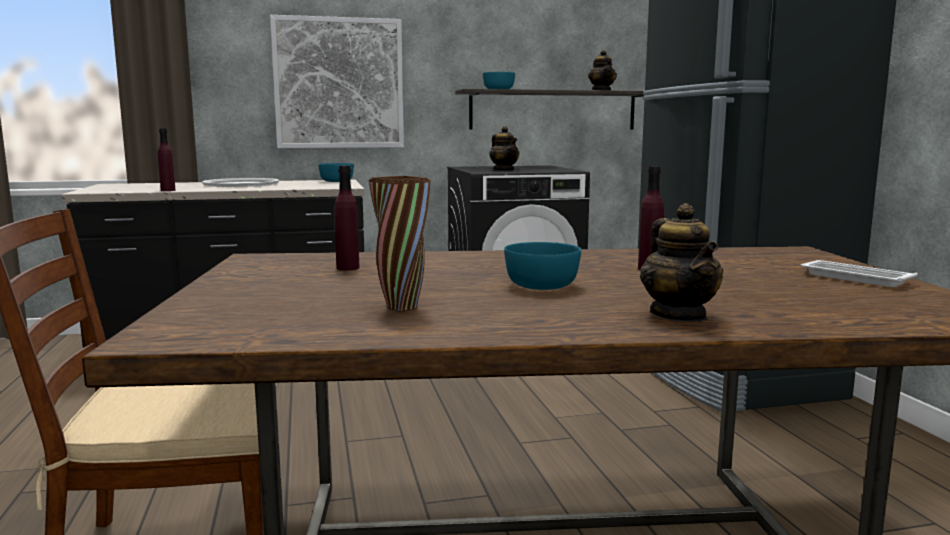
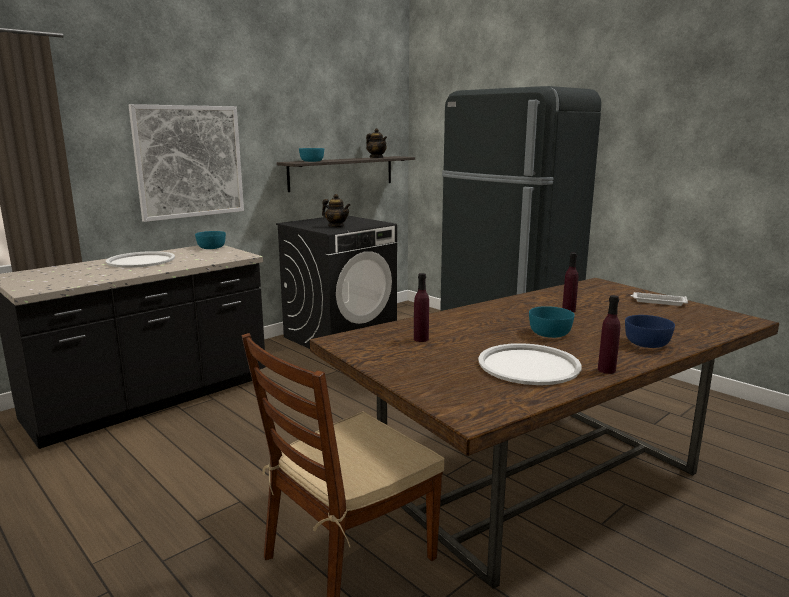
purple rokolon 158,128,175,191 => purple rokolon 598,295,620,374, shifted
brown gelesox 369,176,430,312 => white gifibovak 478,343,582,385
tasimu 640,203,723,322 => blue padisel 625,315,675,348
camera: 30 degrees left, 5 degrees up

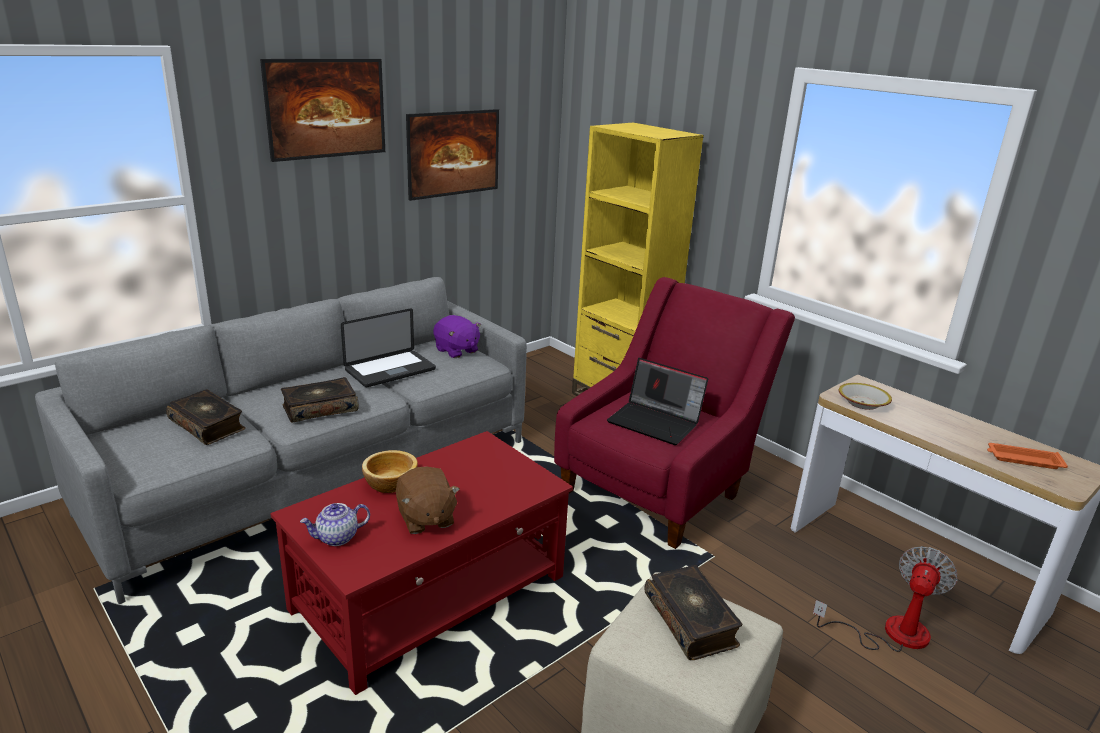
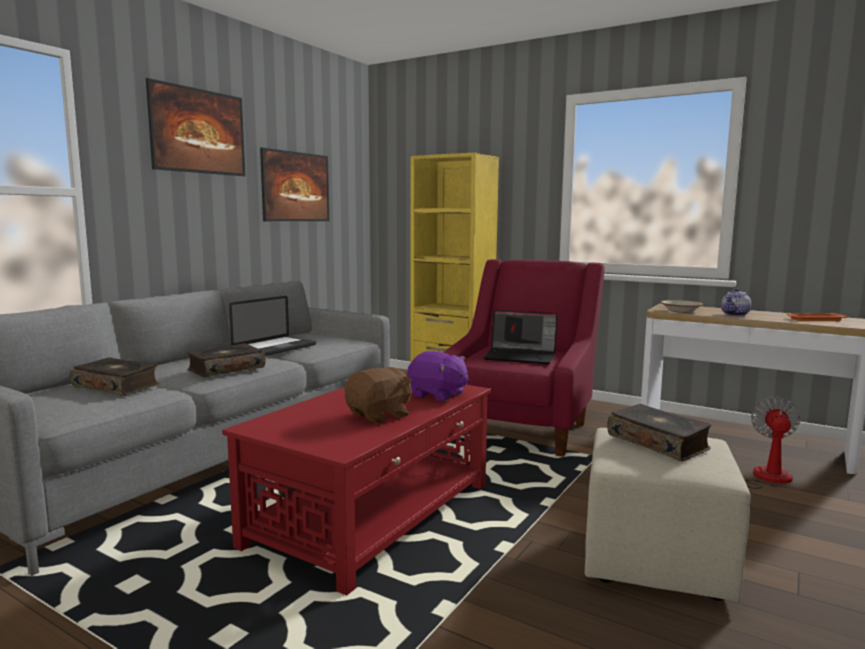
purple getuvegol 433,315,481,358 => purple getuvegol 407,351,469,402, shifted
padisel 362,450,418,493 => nothing
brown getuvegol 395,467,460,534 => brown getuvegol 344,367,412,424, 90 degrees counterclockwise
tasimu 300,503,370,546 => tasimu 721,288,751,316, shifted
camera: 15 degrees left, 15 degrees down

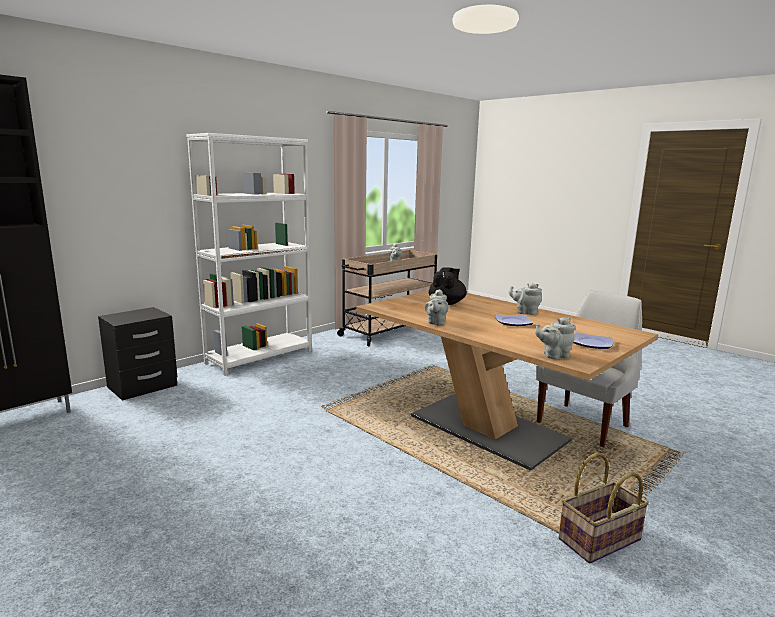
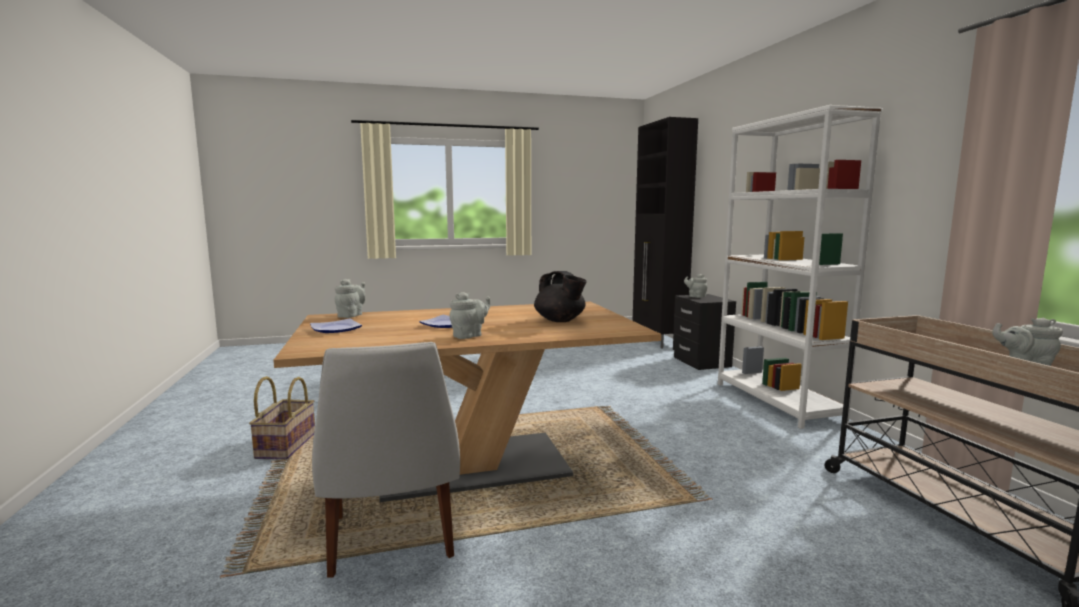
grey tasimu 425,289,449,326 => grey tasimu 684,274,707,298, shifted
camera: 120 degrees right, 5 degrees down

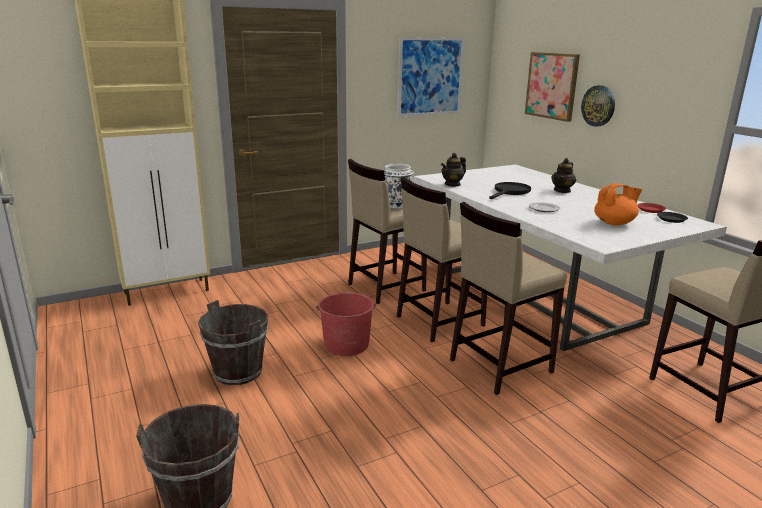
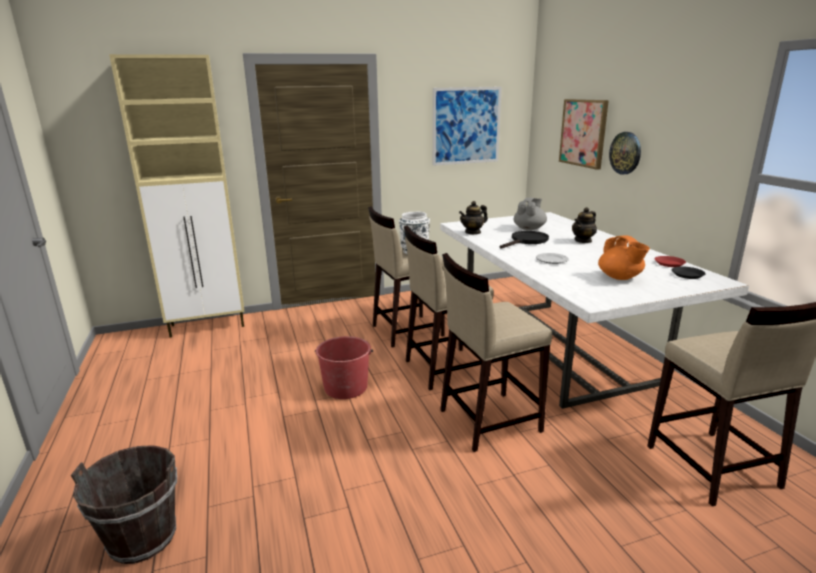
orange tasimu 594,183,642,225 => orange tasimu 598,236,650,280, 75 degrees clockwise
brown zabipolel 198,300,269,385 => nothing
nothing => grey tasimu 514,198,547,230
camera: 10 degrees right, 0 degrees up

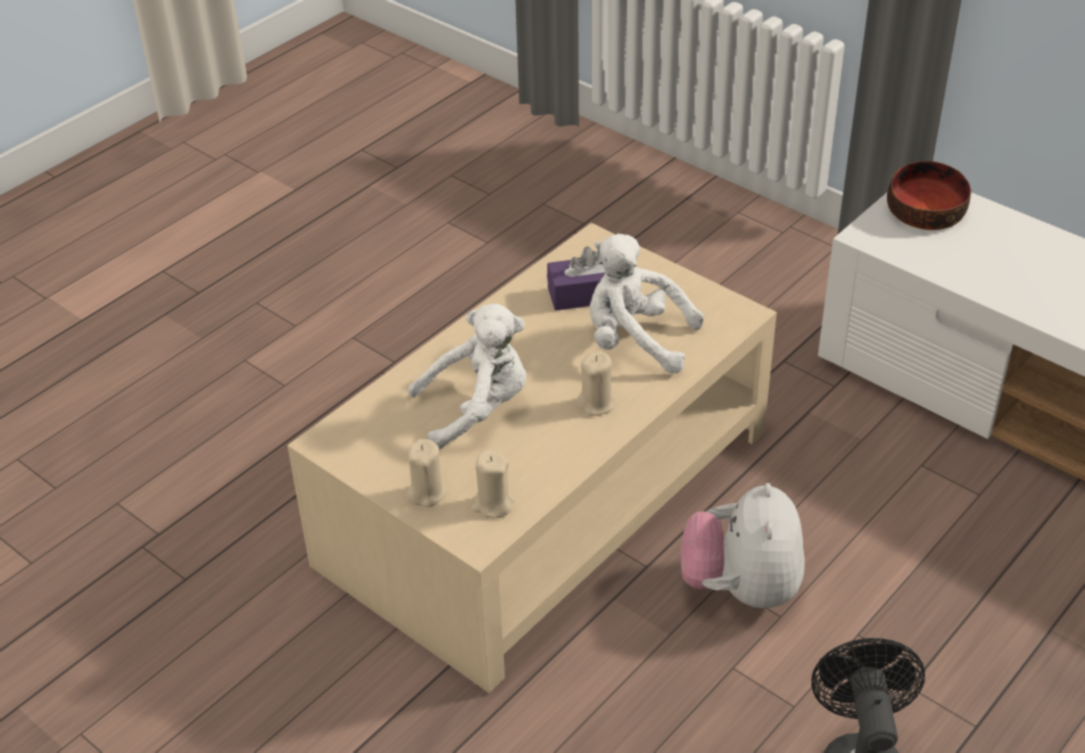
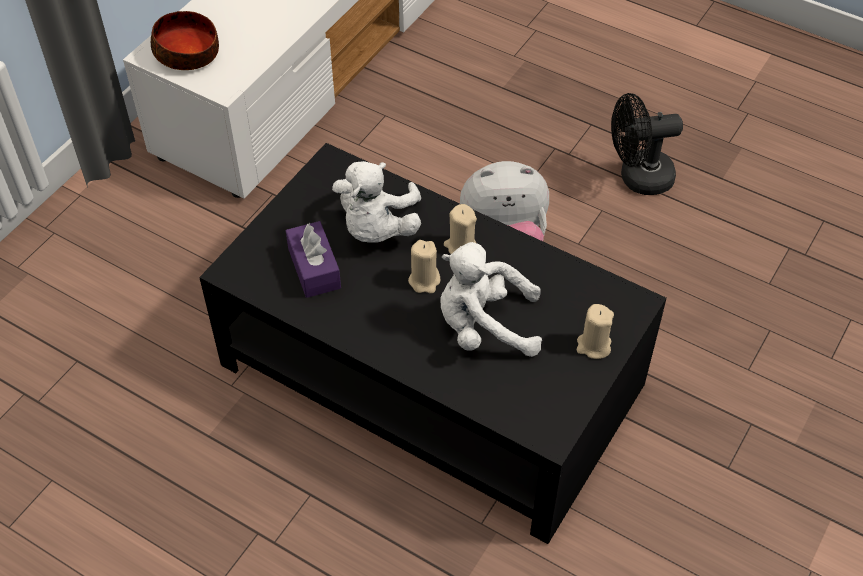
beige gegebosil 287,223,777,693 => black gegebosil 199,143,667,544
white getuvegol 408,304,527,450 => white getuvegol 440,242,542,357, 60 degrees counterclockwise
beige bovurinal 472,450,515,518 => beige bovurinal 408,240,440,294, shifted
camera: 100 degrees left, 10 degrees up

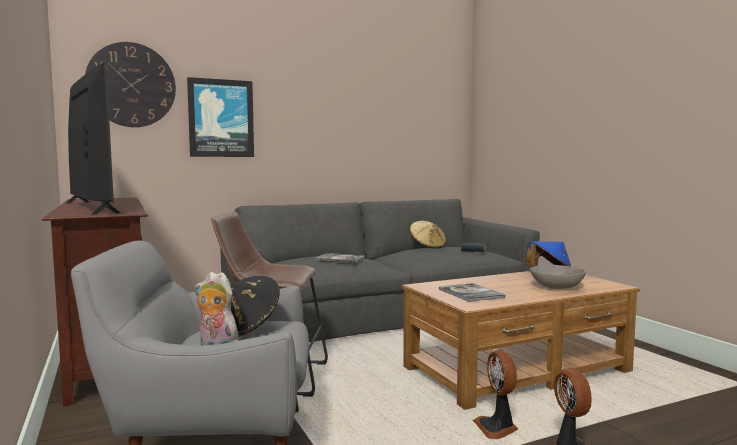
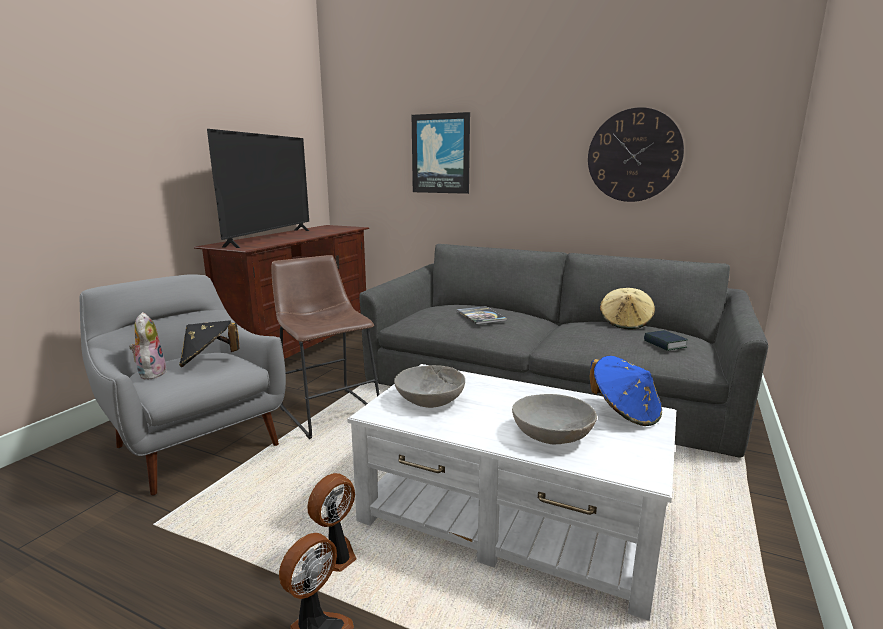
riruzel 85,42,176,127 => riruzel 588,107,684,202, shifted
brown gegebosil 402,271,640,410 => white gegebosil 347,364,676,621
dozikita 439,283,505,302 => grey padisel 394,365,465,408
camera: 50 degrees right, 10 degrees up

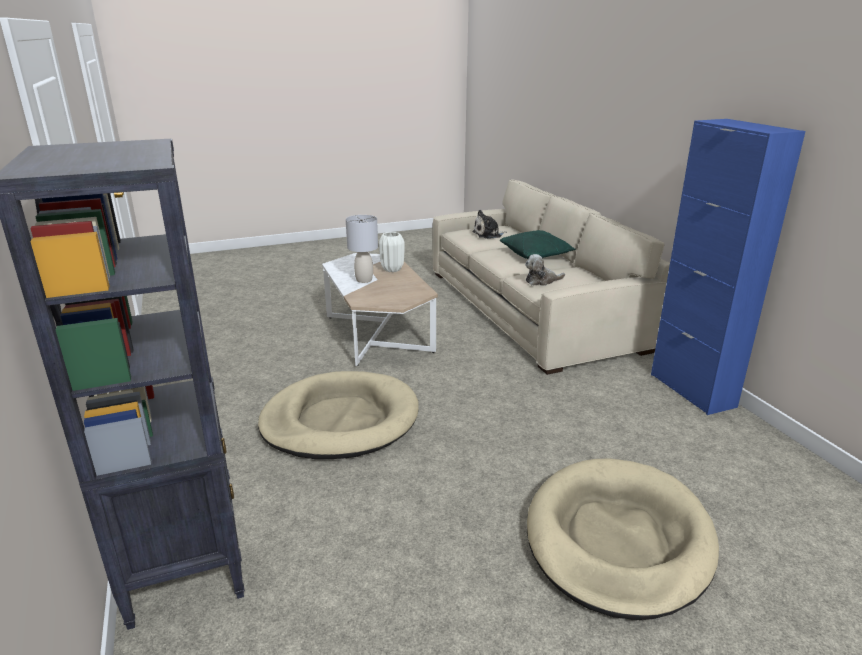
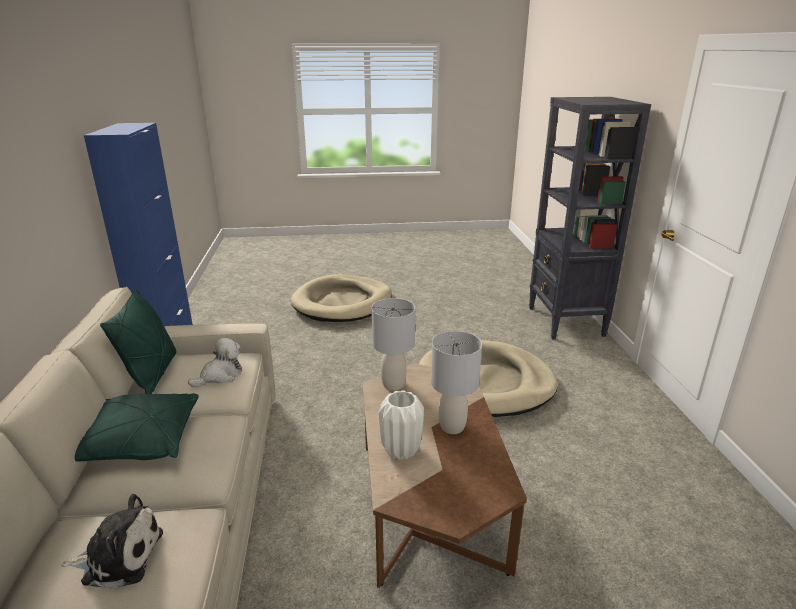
white gegebosil 322,253,438,366 => brown gegebosil 363,363,527,588
getuvegol 525,254,565,286 => getuvegol 188,337,242,387, 45 degrees counterclockwise
nothing => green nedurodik 100,289,177,394
nothing => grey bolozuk 371,298,415,390
camera: 165 degrees left, 0 degrees up

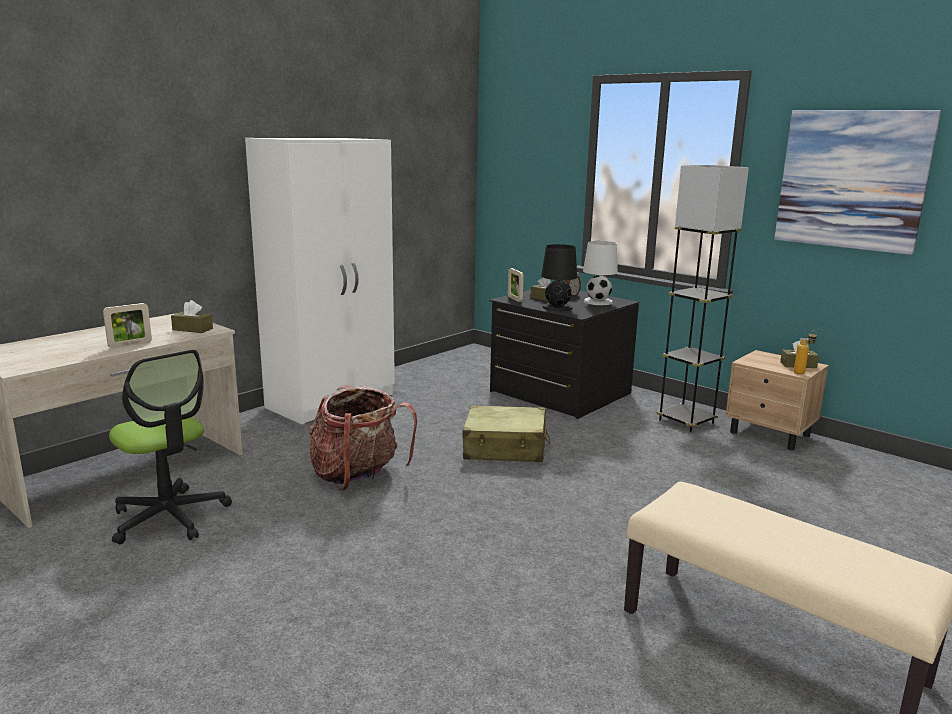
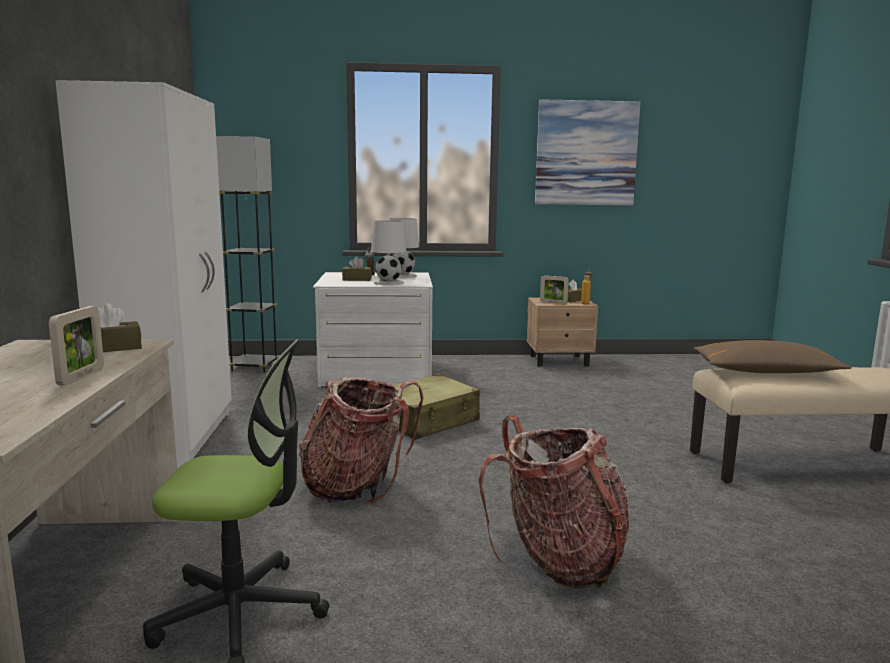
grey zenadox 656,165,749,432 => grey zenadox 216,136,279,373, shifted
black bolozuk 541,244,577,311 => white bolozuk 371,220,406,285
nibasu 508,268,524,302 => nibasu 540,275,569,304, shifted
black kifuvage 489,290,639,419 => white kifuvage 313,272,433,387
nothing => brown nedurodik 694,340,852,373
nothing => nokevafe 479,415,629,589
camera: 45 degrees left, 5 degrees down

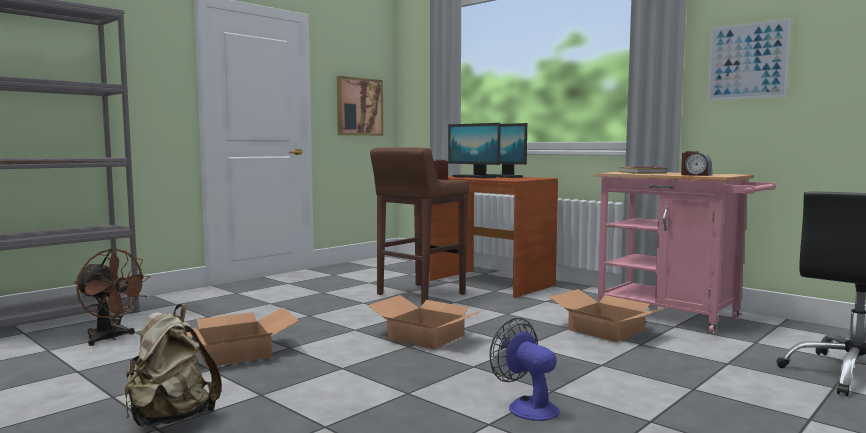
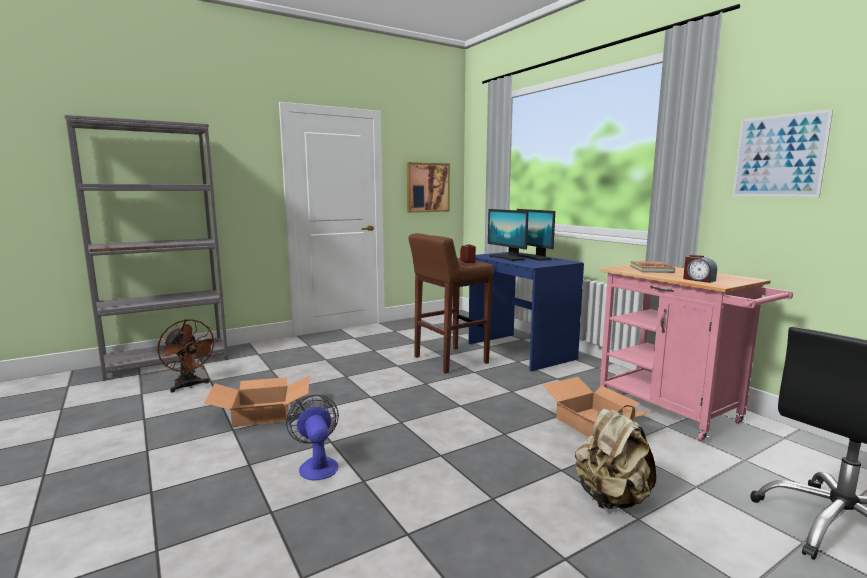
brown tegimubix 429,176,558,298 => blue tegimubix 468,252,584,371
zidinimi 367,295,486,350 => nothing
beige nokevafe 125,304,222,427 => beige nokevafe 575,405,656,509, shifted
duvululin 490,318,560,421 => duvululin 286,395,339,480, shifted
camera: 15 degrees right, 5 degrees up

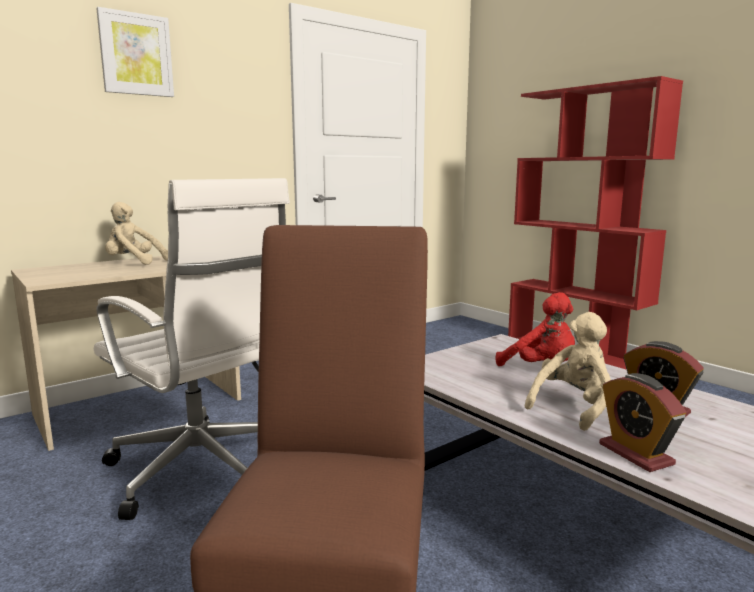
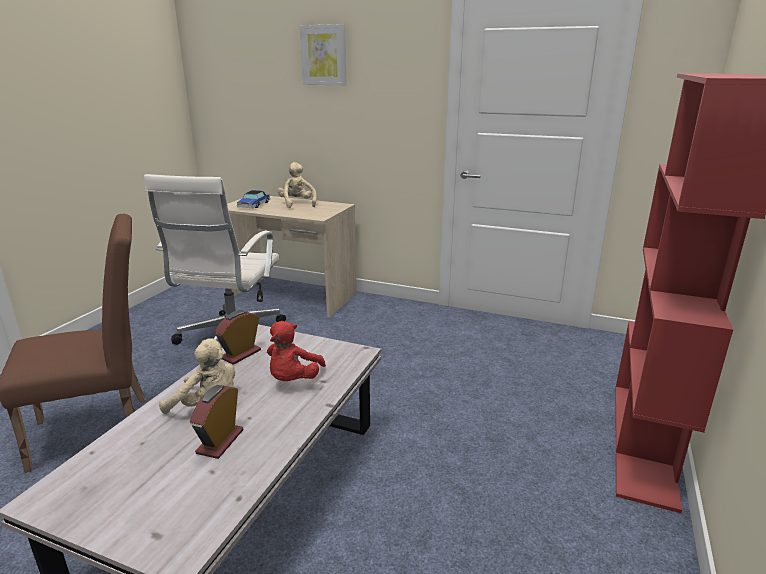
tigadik 599,373,686,472 => tigadik 215,310,261,365, shifted
nothing => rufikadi 237,190,270,208
camera: 60 degrees right, 10 degrees up

